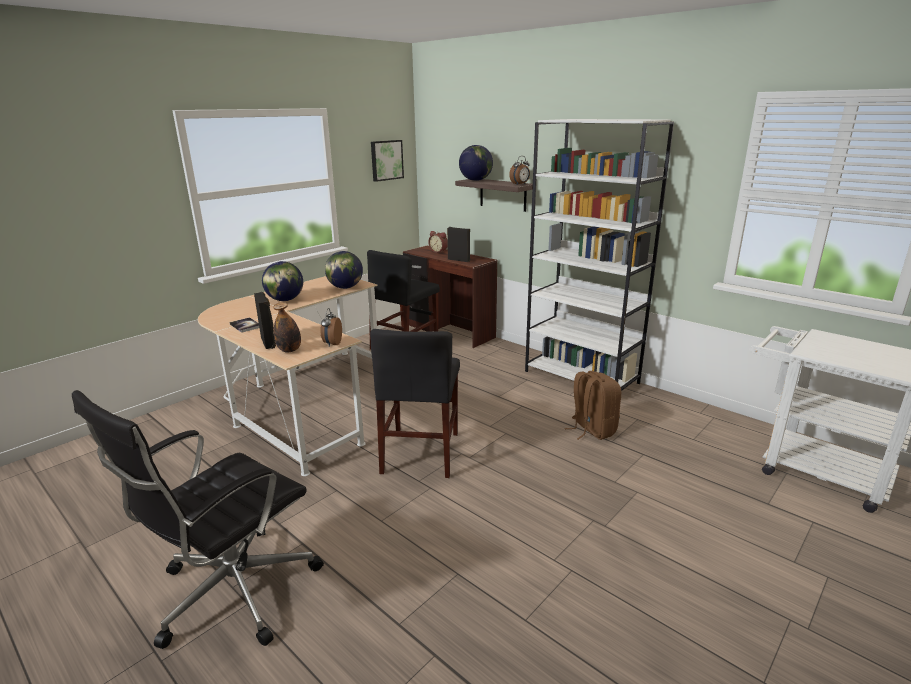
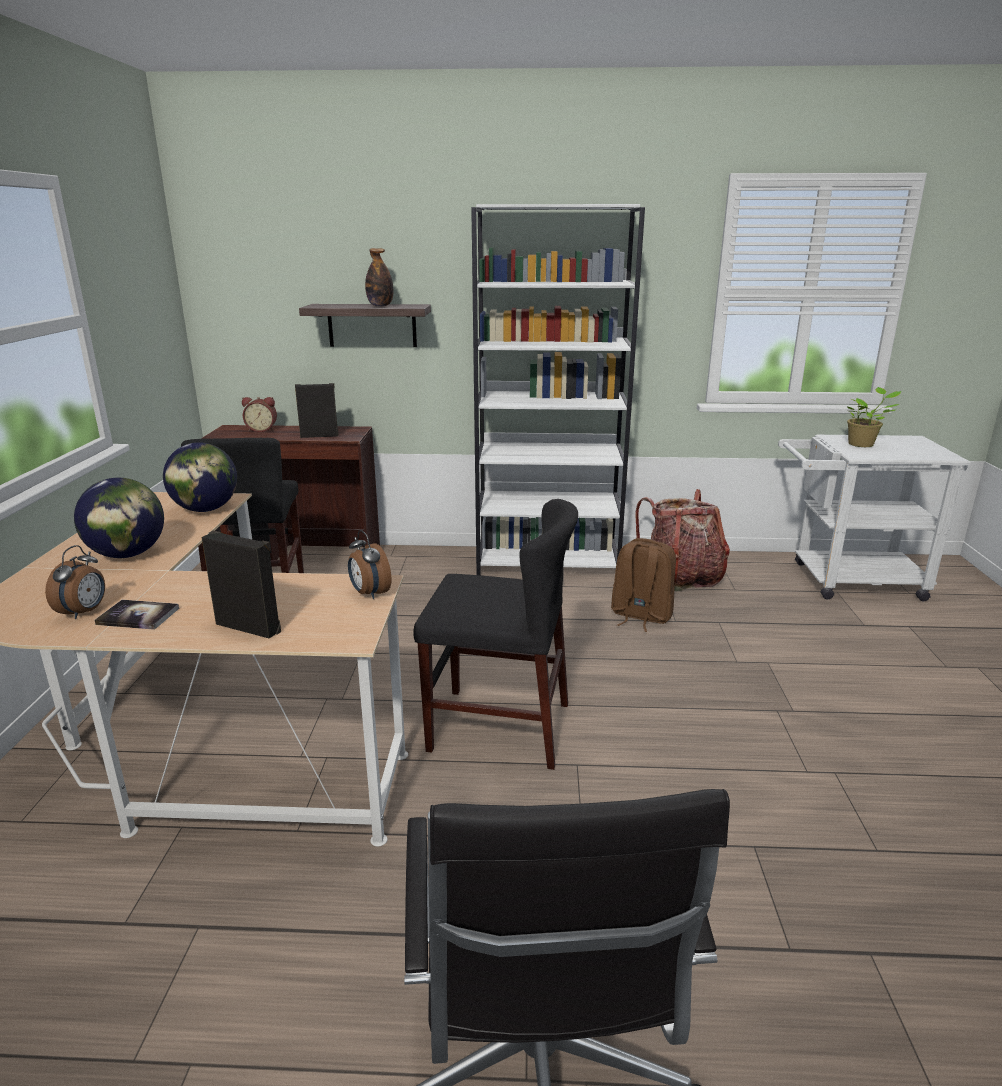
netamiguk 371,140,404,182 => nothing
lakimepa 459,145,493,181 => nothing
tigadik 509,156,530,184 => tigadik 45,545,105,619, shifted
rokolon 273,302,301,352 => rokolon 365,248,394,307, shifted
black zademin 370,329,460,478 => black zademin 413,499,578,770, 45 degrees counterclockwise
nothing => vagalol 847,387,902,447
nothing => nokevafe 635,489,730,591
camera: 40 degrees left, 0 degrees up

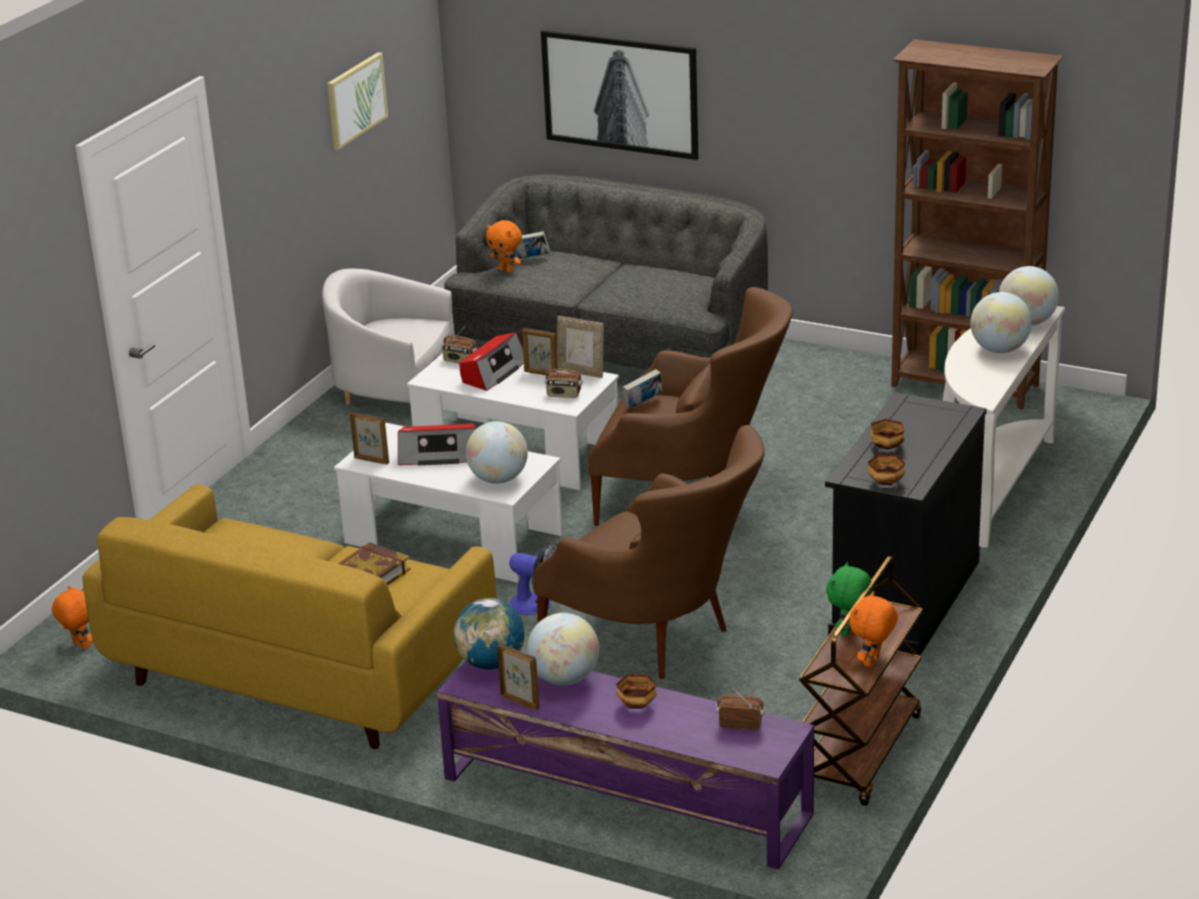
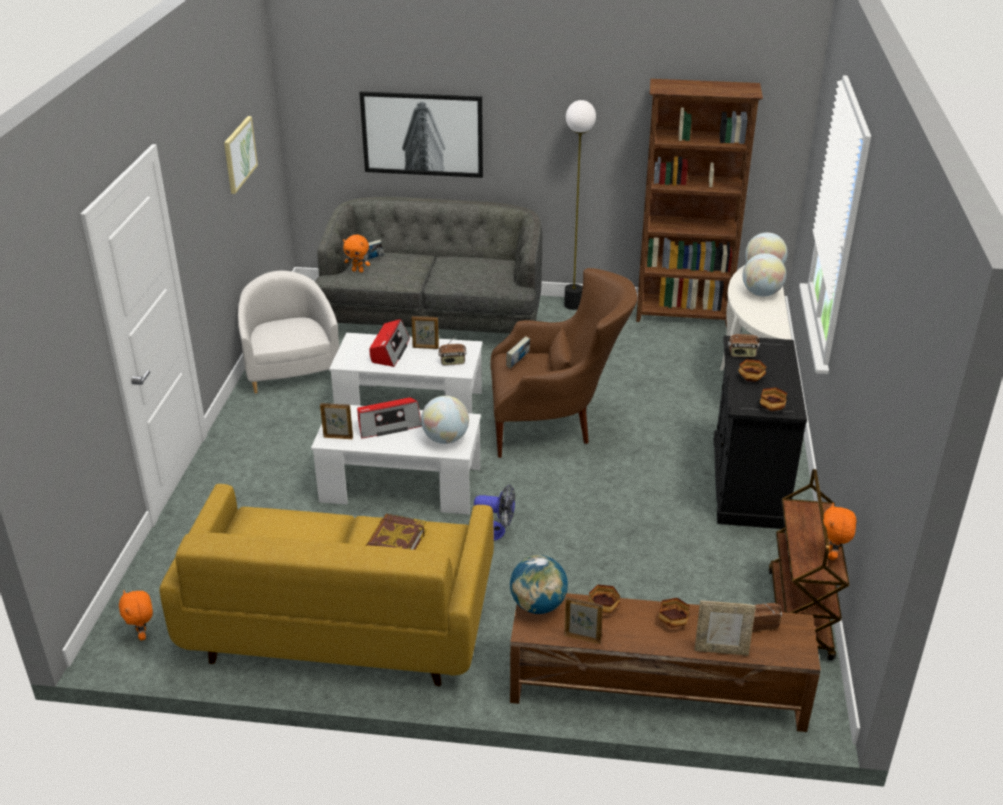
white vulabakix 322,268,455,405 => white vulabakix 238,271,339,393, 75 degrees clockwise
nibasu 557,316,604,378 => nibasu 695,600,756,656, shifted
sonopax 442,326,477,364 => sonopax 728,325,760,357, shifted
brown vulabakix 534,425,765,679 => nothing
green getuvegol 826,562,873,636 => nothing
orange getuvegol 52,586,93,650 => orange getuvegol 119,590,153,640, 135 degrees counterclockwise
lakimepa 527,613,599,686 => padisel 588,584,621,614
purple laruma 437,661,814,870 => brown laruma 510,593,821,732
nothing => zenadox 564,100,596,310
camera: 20 degrees left, 5 degrees up

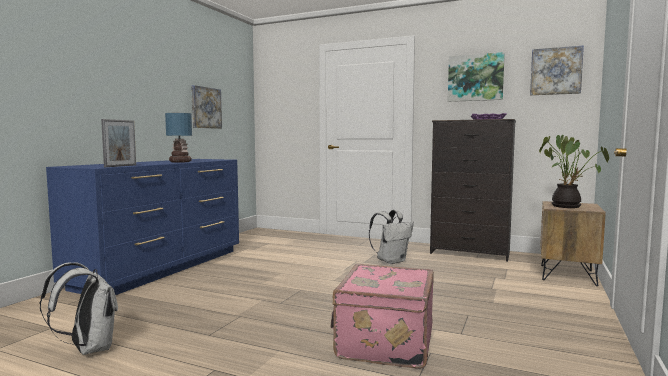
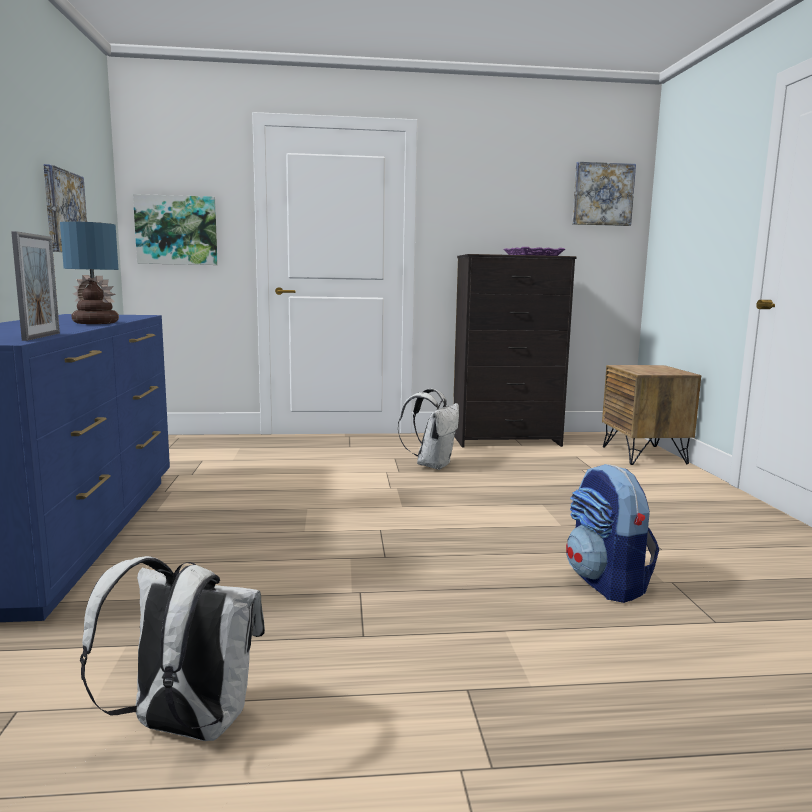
netamiguk 448,52,505,102 => netamiguk 133,194,218,265, shifted
vagalol 539,135,609,208 => nothing
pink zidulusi 331,264,434,369 => nokevafe 566,464,659,603
camera: 30 degrees left, 5 degrees up

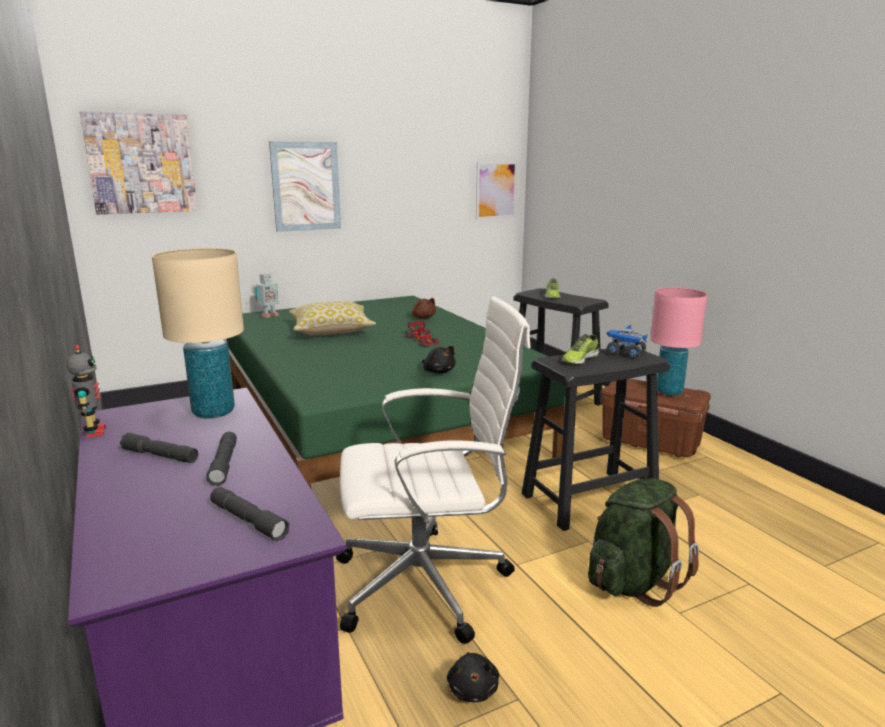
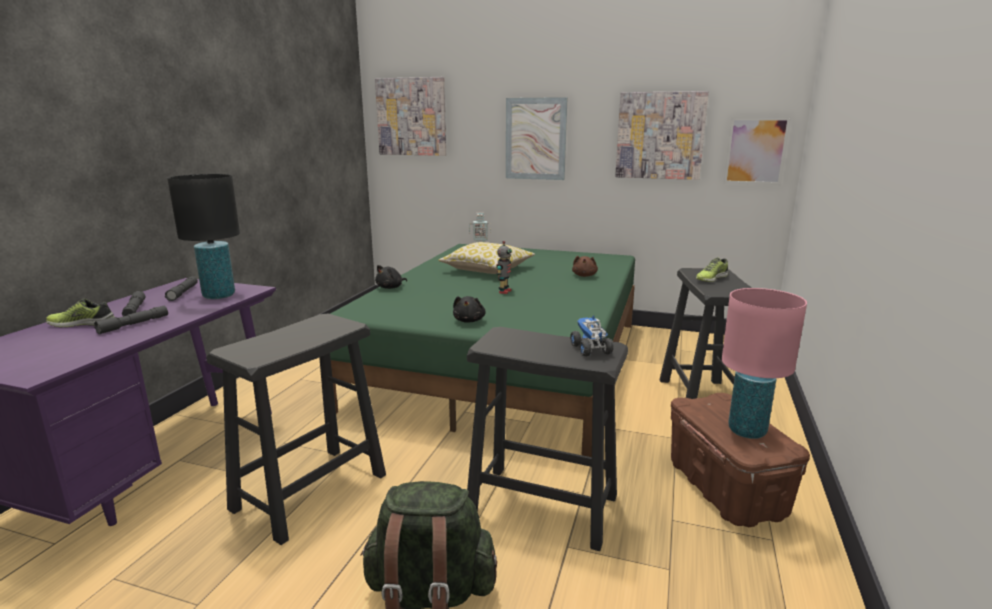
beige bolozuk 152,248,244,418 => black bolozuk 167,174,240,299
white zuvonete 336,297,531,644 => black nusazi 206,314,386,545
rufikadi 405,321,441,346 => nothing
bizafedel 562,334,599,364 => bizafedel 46,298,115,327, shifted
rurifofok 67,345,106,438 => rurifofok 496,241,512,294, shifted
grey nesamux 210,487,290,541 => grey nesamux 165,276,198,301, shifted
black getuvegol 447,652,499,702 => black getuvegol 375,265,407,289, shifted
nothing => netamiguk 615,91,709,180
camera: 45 degrees right, 0 degrees up

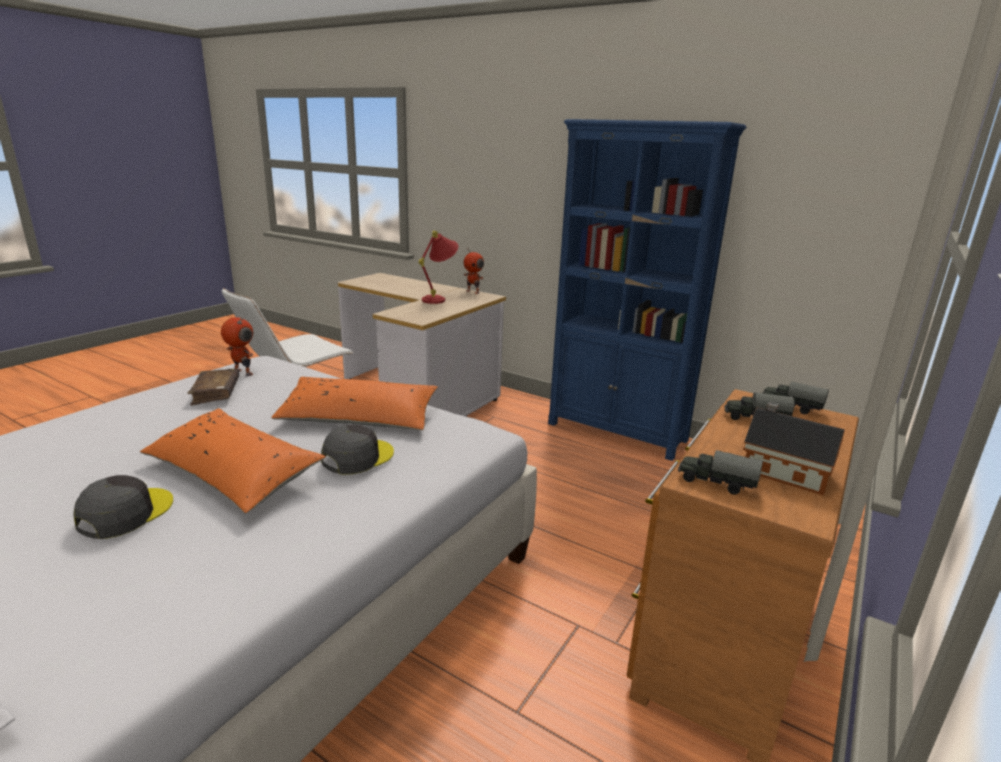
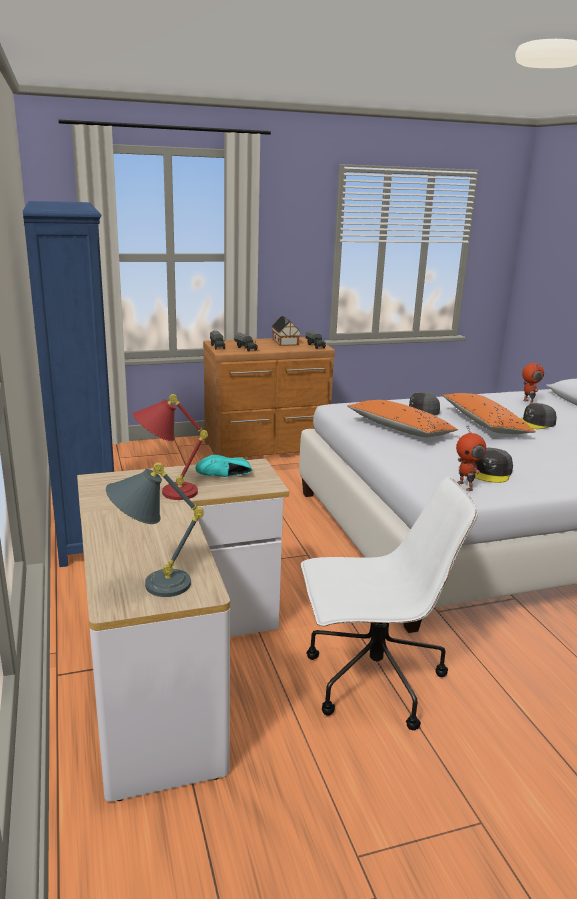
rurifofok 464,248,484,294 => rurifofok 522,363,544,404, shifted
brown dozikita 188,369,239,406 => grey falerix 475,448,513,483
nothing => turquoise bizafedel 195,455,252,477
nothing => grey bolozuk 106,463,204,597
camera: 140 degrees left, 0 degrees up

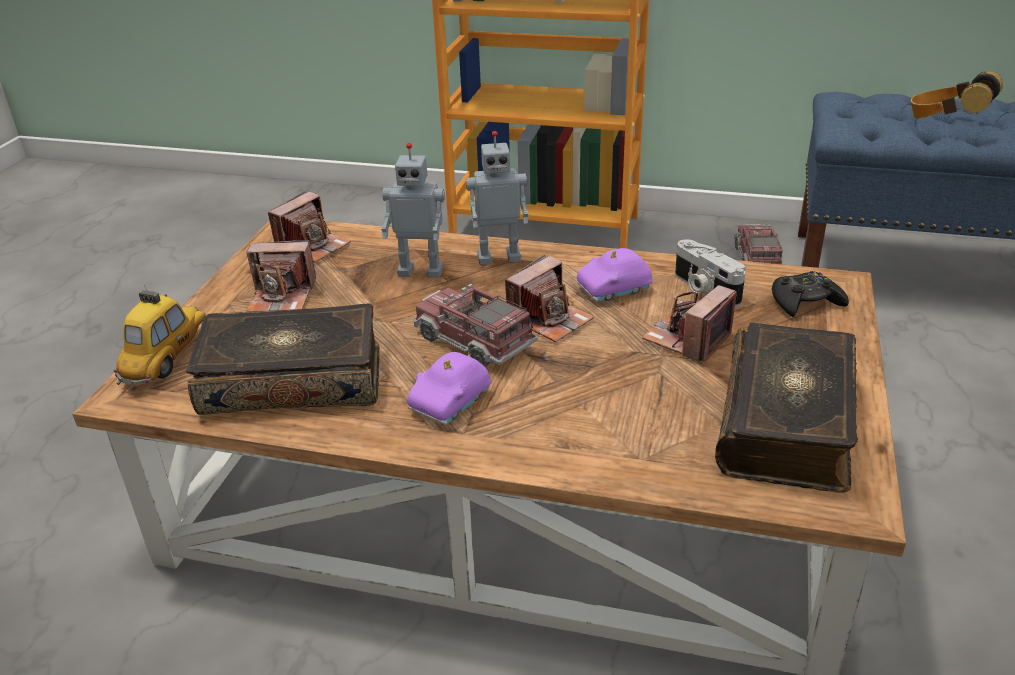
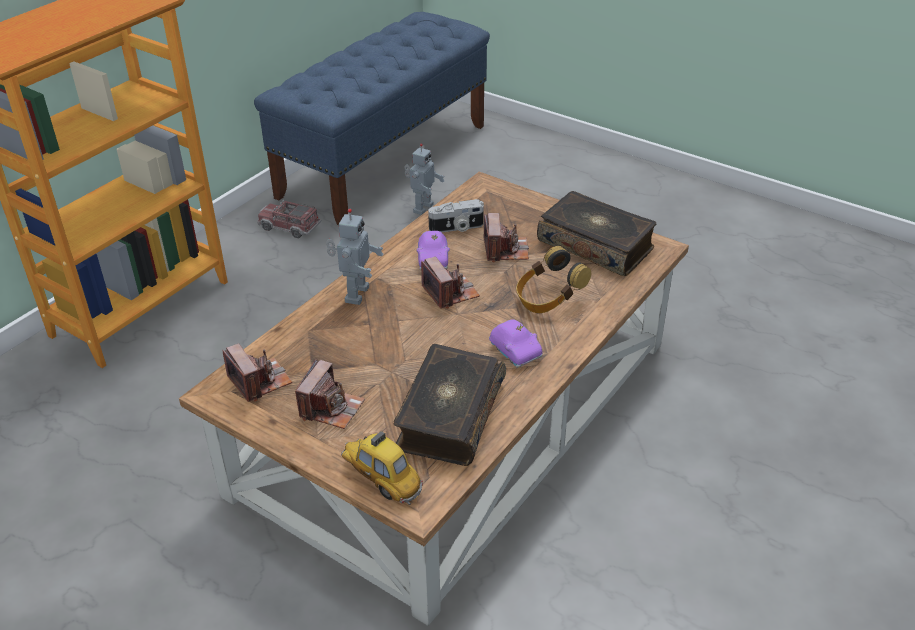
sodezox 911,72,1003,119 => sodezox 516,246,591,313, shifted
rurifofok 381,143,445,278 => rurifofok 404,143,444,215, shifted
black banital 772,271,849,317 => nothing
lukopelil 414,284,538,367 => nothing
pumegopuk 642,285,737,363 => pumegopuk 484,213,529,262, 150 degrees counterclockwise
camera: 70 degrees left, 5 degrees up

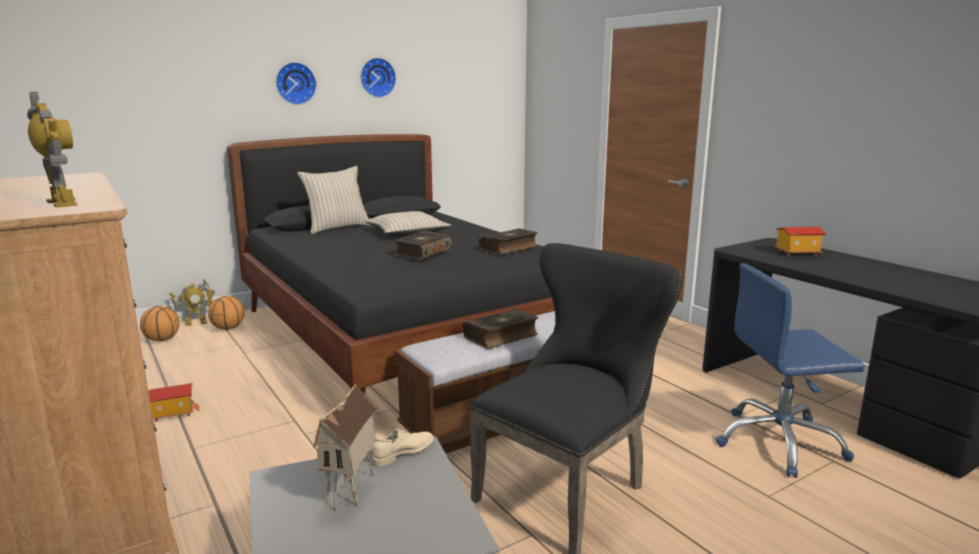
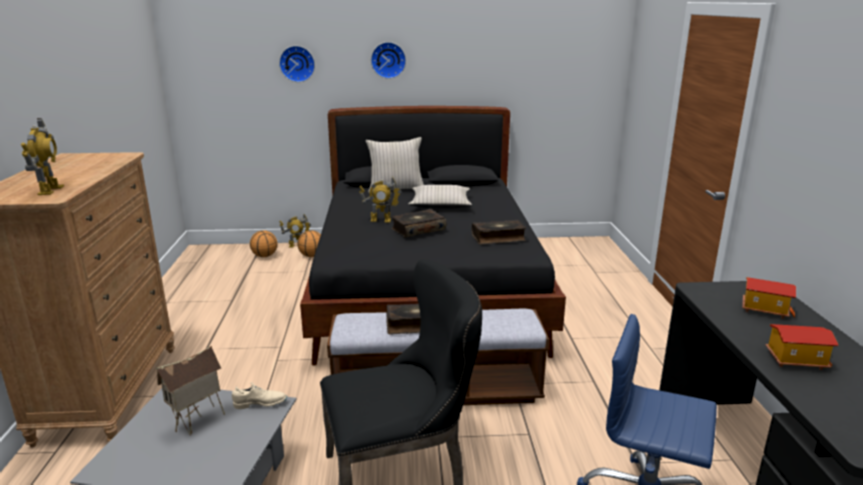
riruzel 361,58,396,98 => riruzel 279,46,315,82, shifted
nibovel 148,383,200,422 => nibovel 765,324,839,370, shifted
nothing => rurifofok 359,177,401,223
camera: 30 degrees right, 5 degrees up

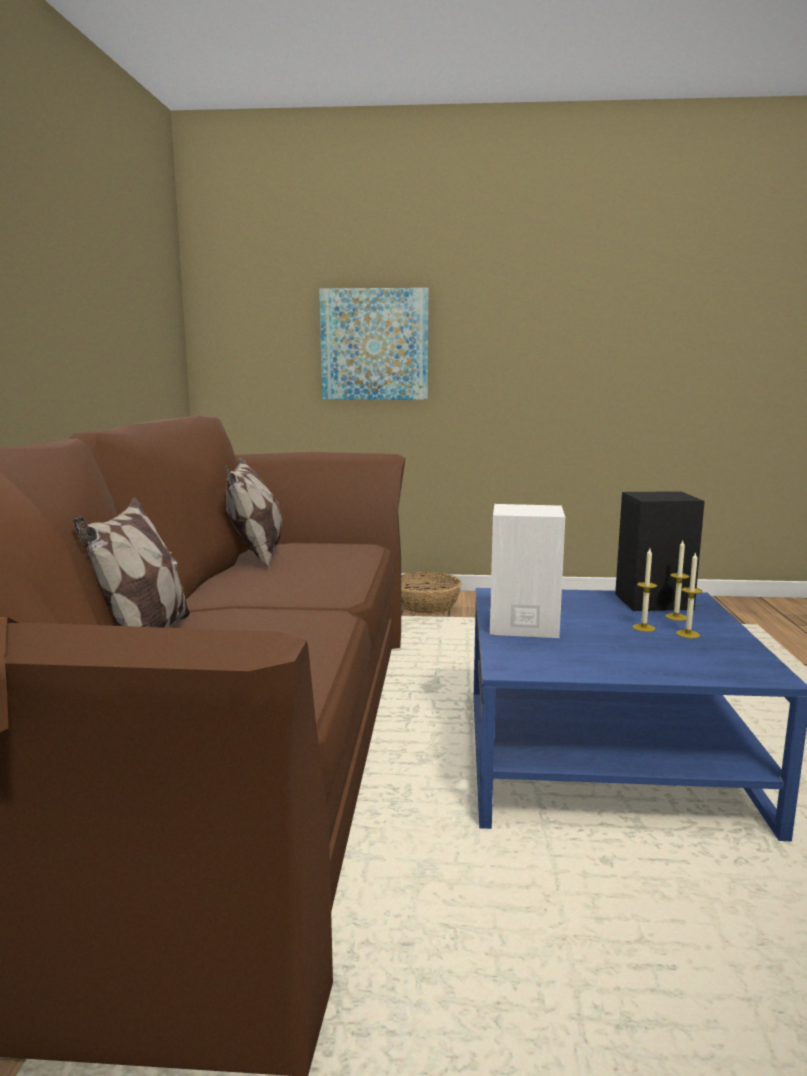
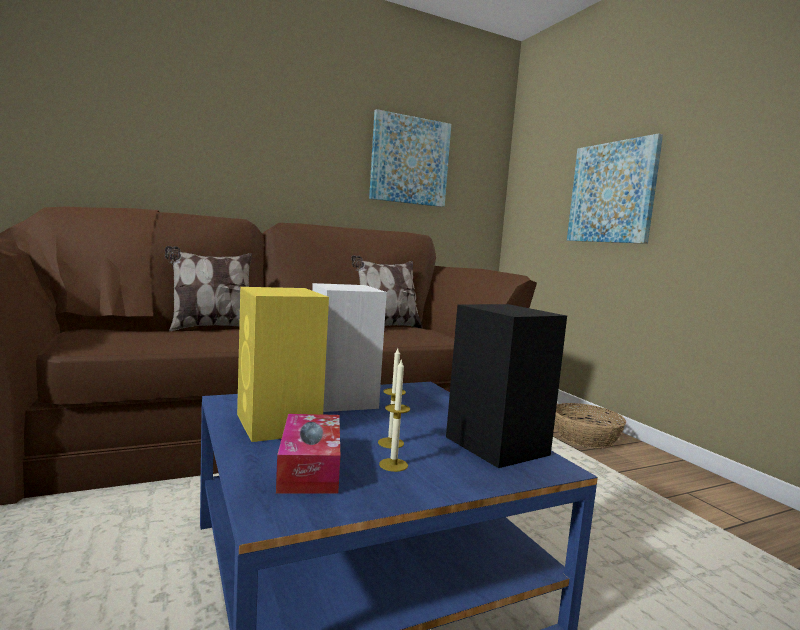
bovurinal 665,541,689,621 => nothing
nothing => netamiguk 369,109,451,207
nothing => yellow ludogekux 237,287,329,442
nothing => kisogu 276,414,340,494
camera: 60 degrees right, 5 degrees down

